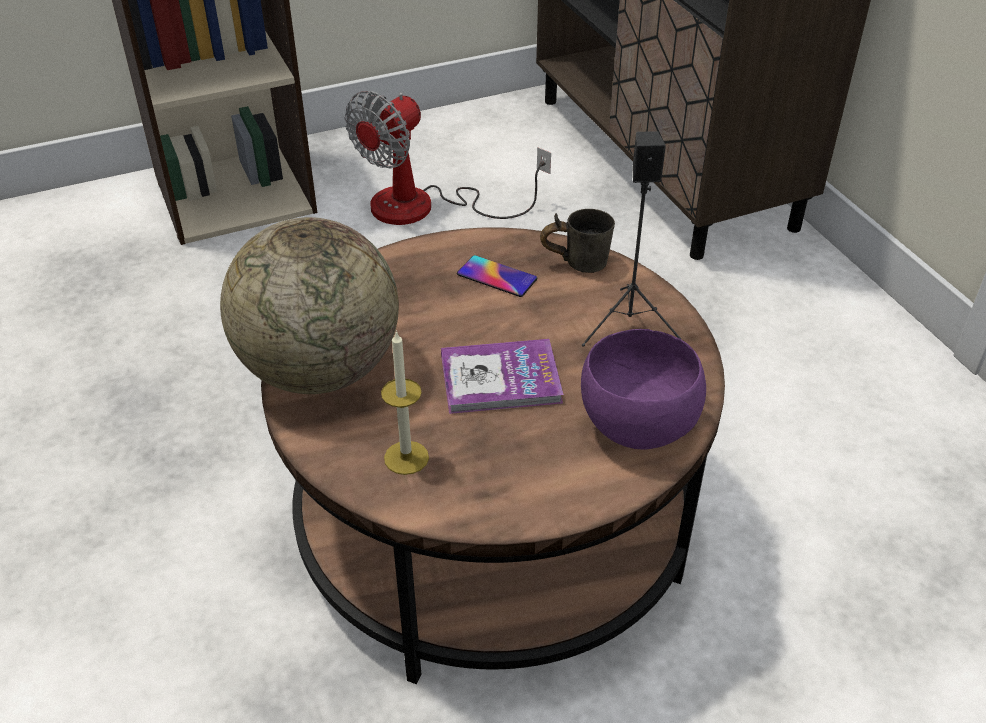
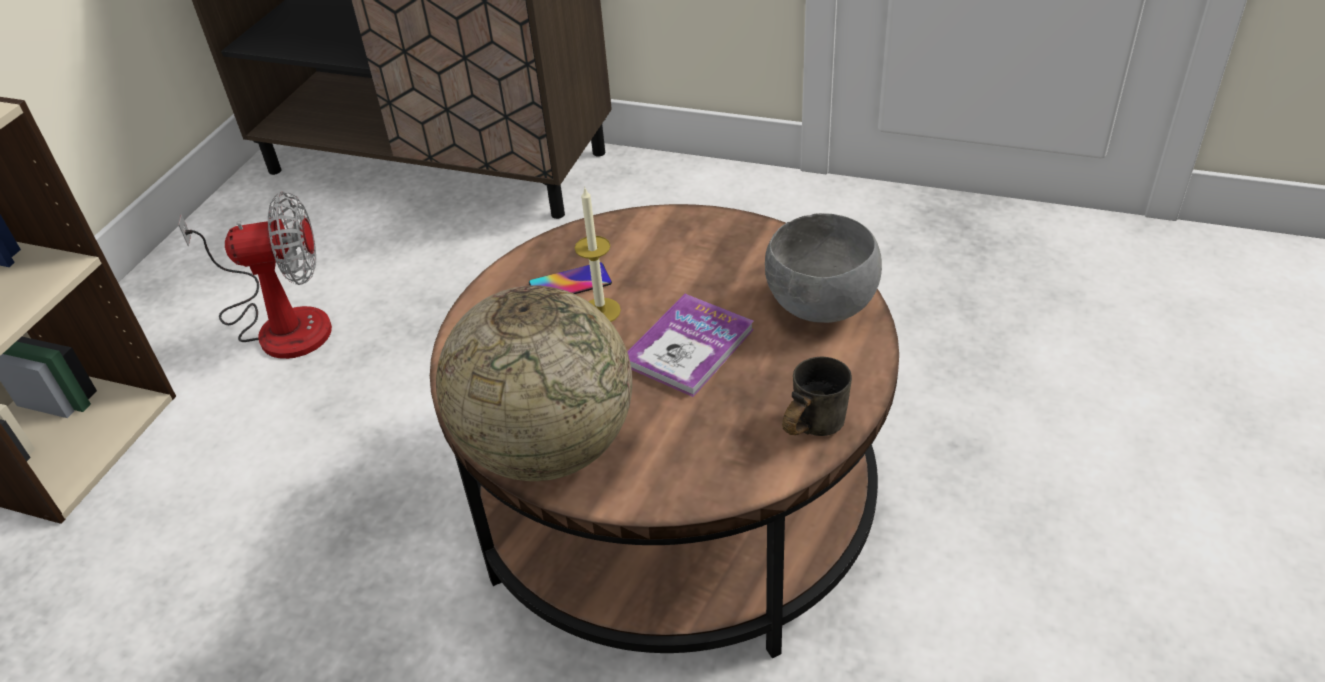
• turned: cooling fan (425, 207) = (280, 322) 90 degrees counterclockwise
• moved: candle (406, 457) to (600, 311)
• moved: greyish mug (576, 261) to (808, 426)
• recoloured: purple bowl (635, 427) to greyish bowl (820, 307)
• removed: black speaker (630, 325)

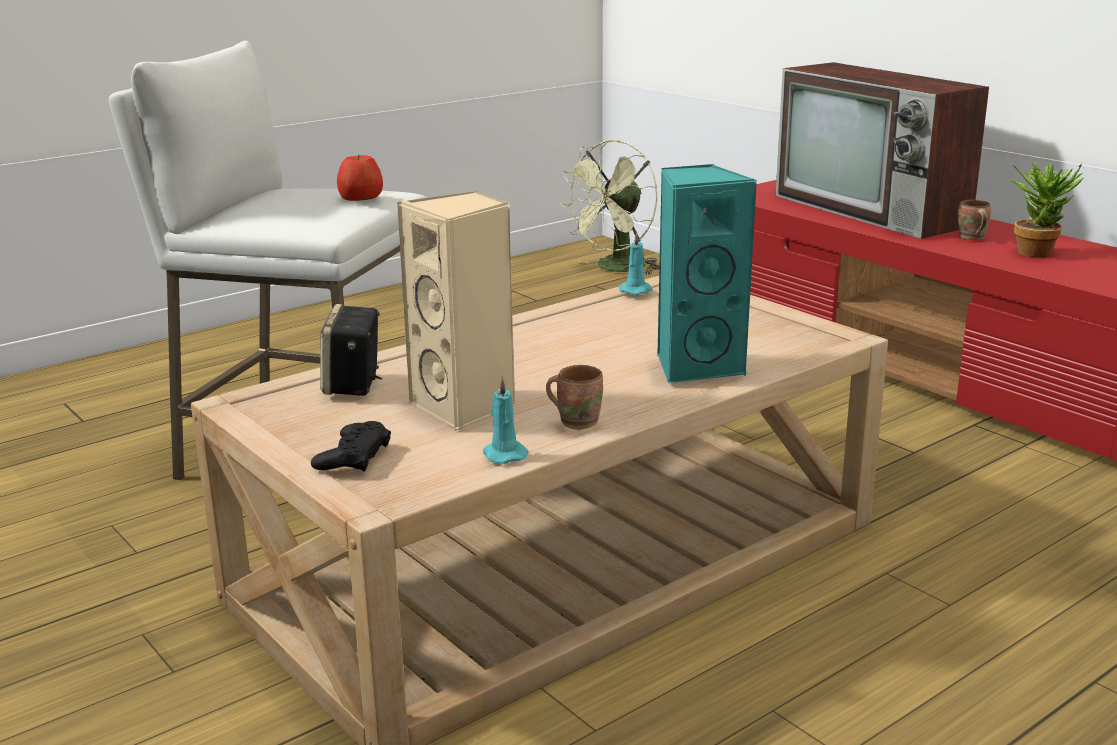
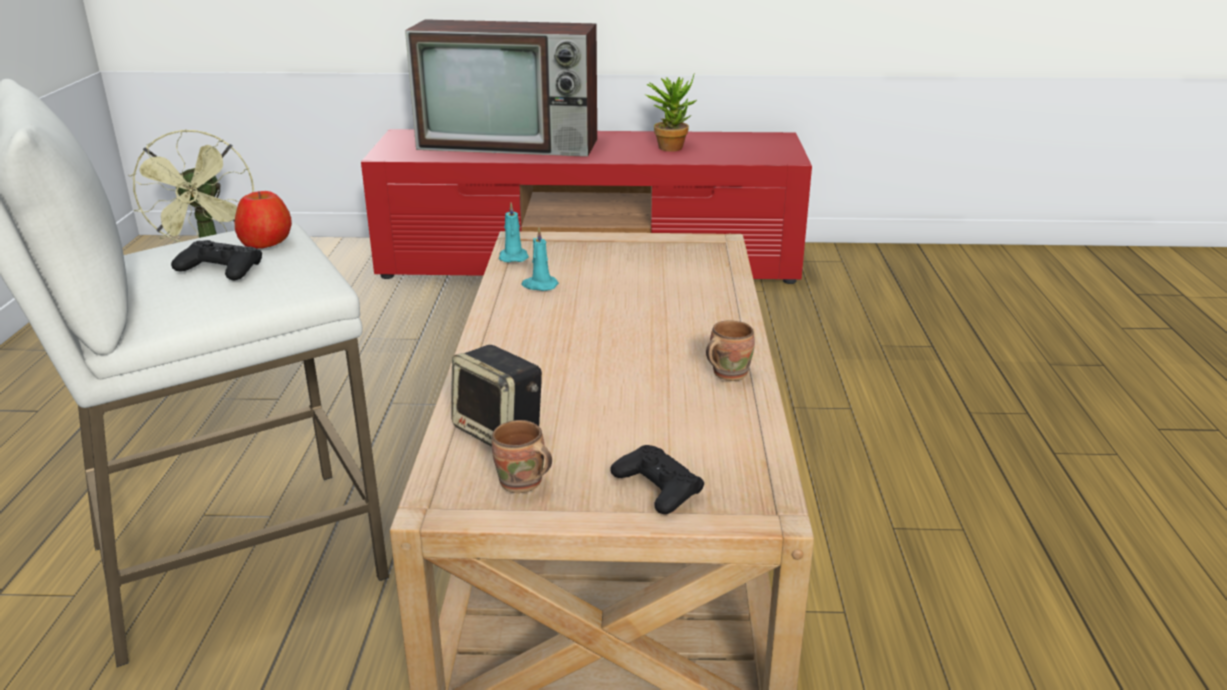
• removed: beige speaker (466, 407)
• moved: blue-green candle (503, 454) to (539, 285)
• removed: blue-green speaker (696, 366)
• moved: brownish mug (971, 238) to (521, 485)
• added: black joypad (220, 269)

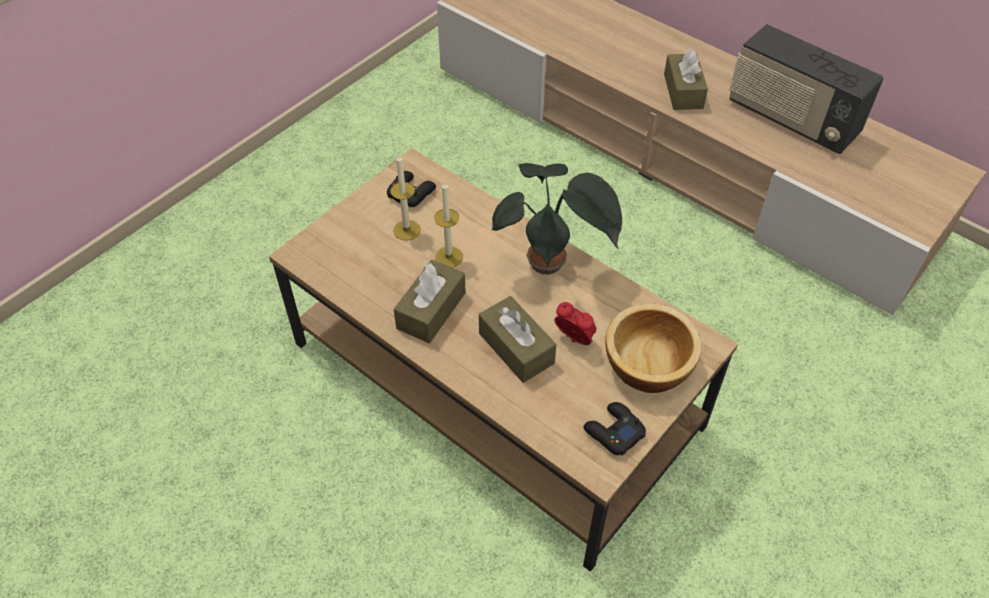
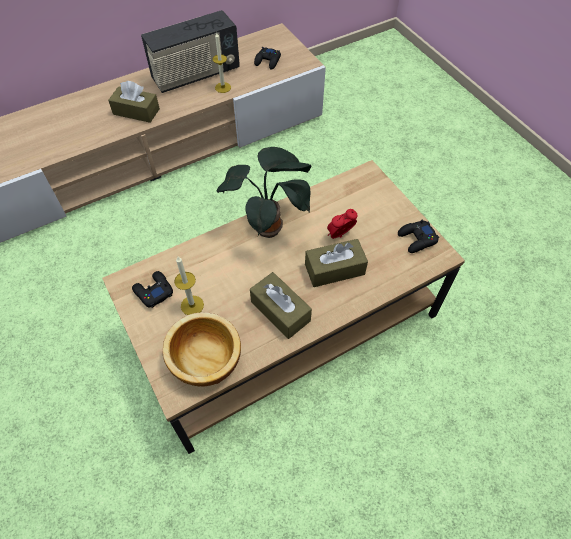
• moved: candle (449, 257) to (223, 87)
• moved: bowl (647, 363) to (204, 360)
• added: black joypad (268, 61)

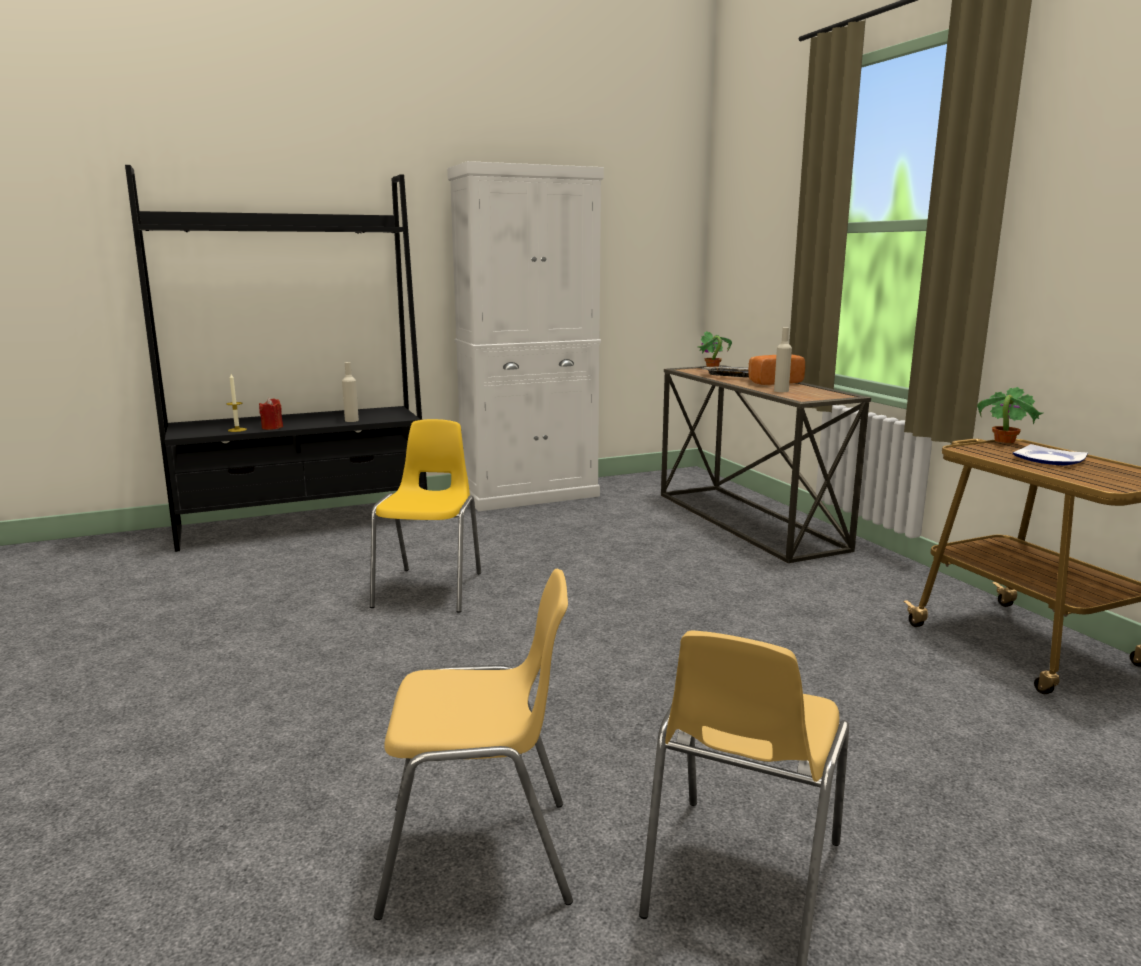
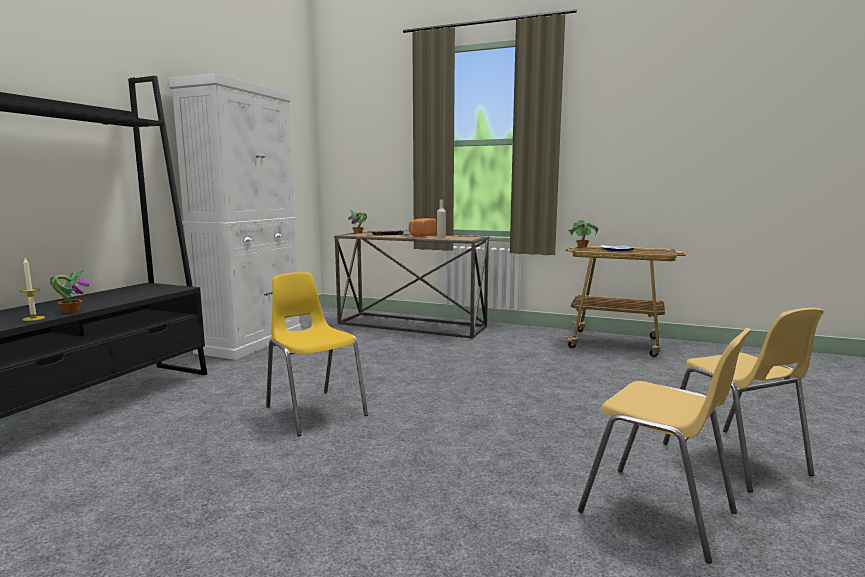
• replaced: reddish candle (272, 427) to plant in a pot (71, 311)
• removed: beige beverage bottle (351, 420)
• turned: yellowish upright chair (480, 856) = (659, 512) 90 degrees clockwise

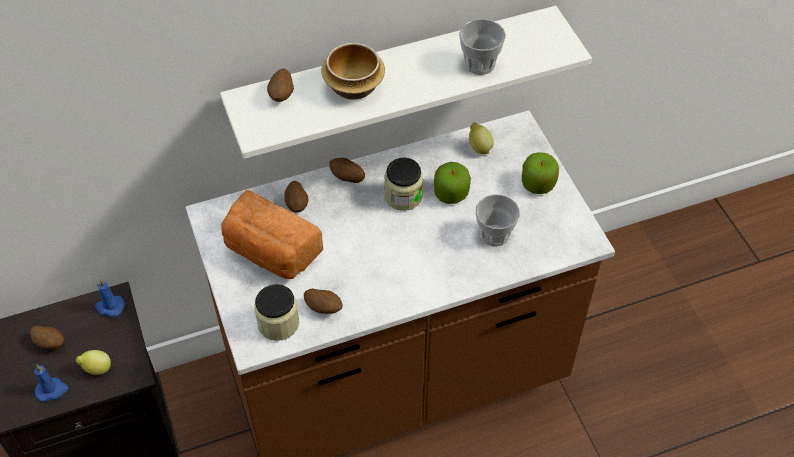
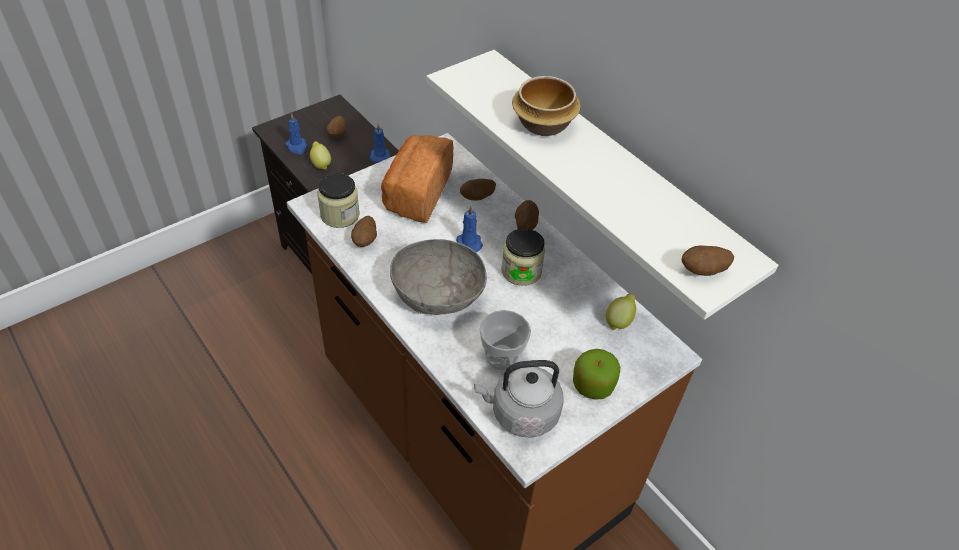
• moved: spud (282, 95) to (703, 272)
• removed: apple fruit (451, 193)
• removed: drinking cup (479, 64)
• added: greyish bowl (438, 294)
• added: bluish candle (468, 242)
• added: greyish tea kettle (521, 414)

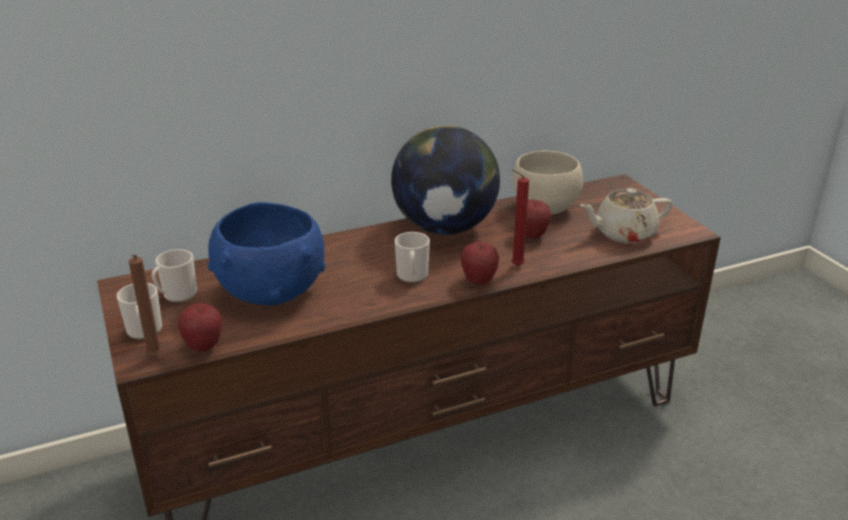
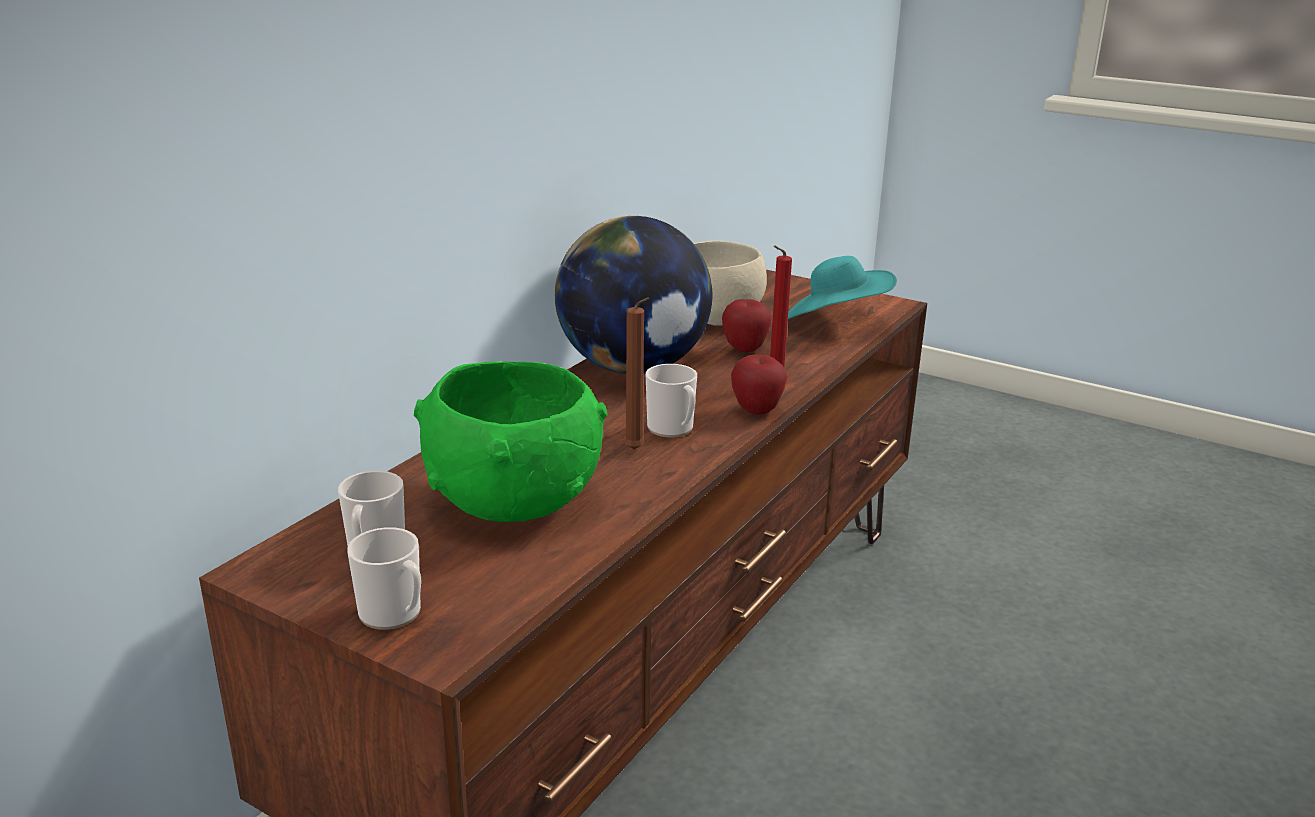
• moved: brownish candle (154, 358) to (636, 451)
• removed: apple fruit (204, 346)
• recoloured: bluish bowl (272, 291) to green bowl (516, 501)
• replaced: beige teapot (623, 233) to blue-green clothing hat (835, 322)

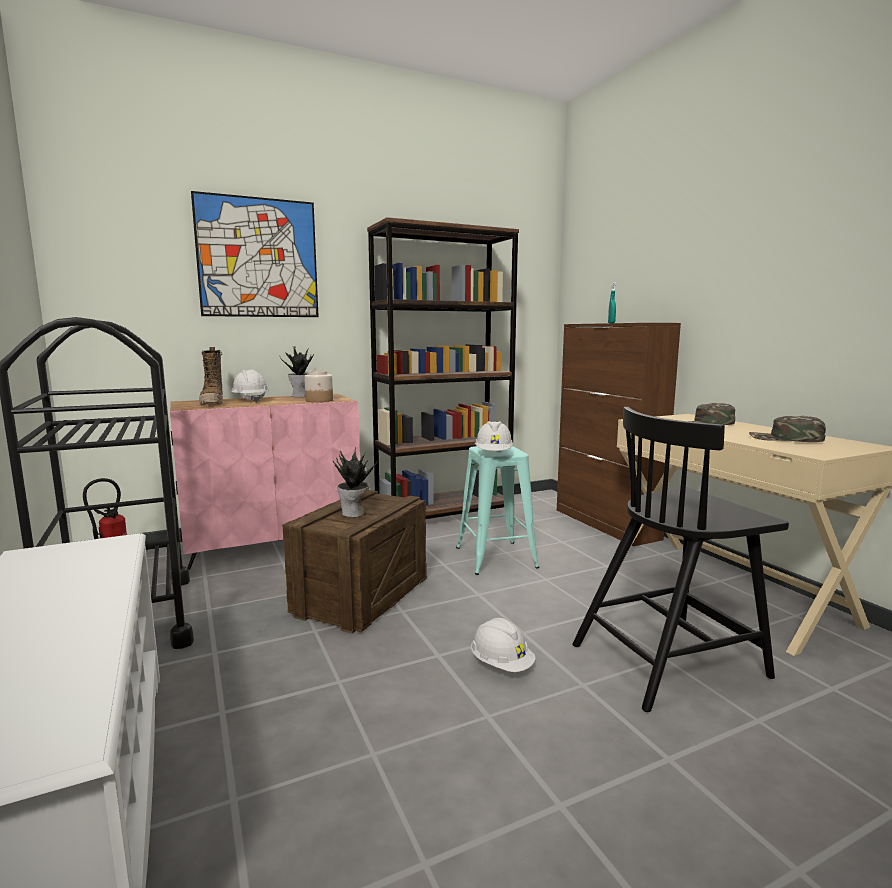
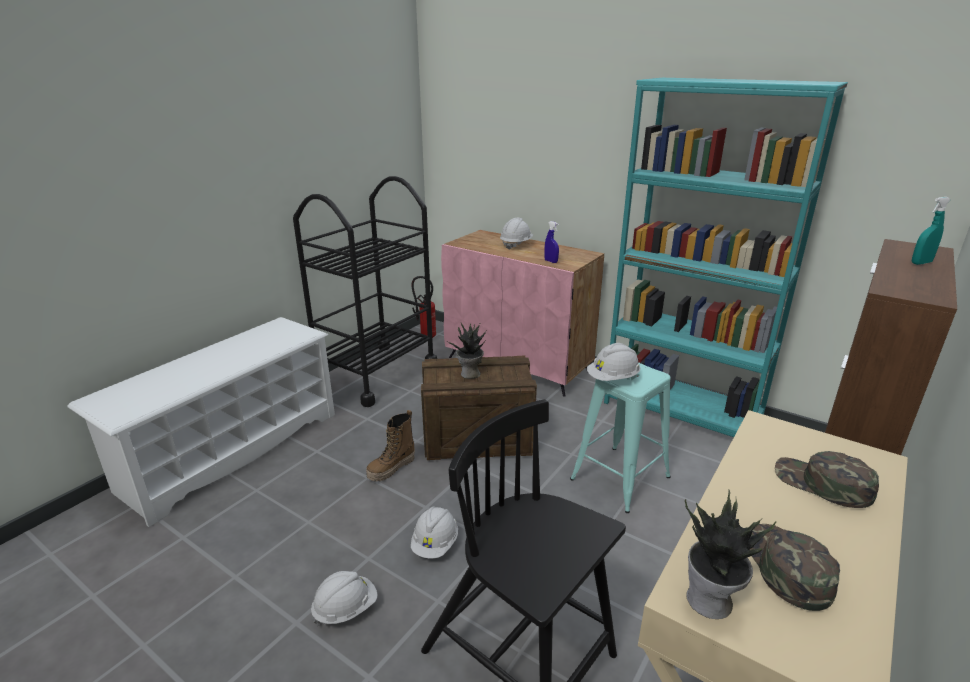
• removed: wall art (258, 258)
• moved: boot (213, 403) to (391, 468)
• moved: plant in a pot (301, 396) to (710, 602)
• replaced: jar (319, 400) to bluish spray bottle (551, 261)
• recoloured: brownish shelving unit (444, 514) to blue-green shelving unit (681, 411)
• added: whitish safety helmet (345, 609)

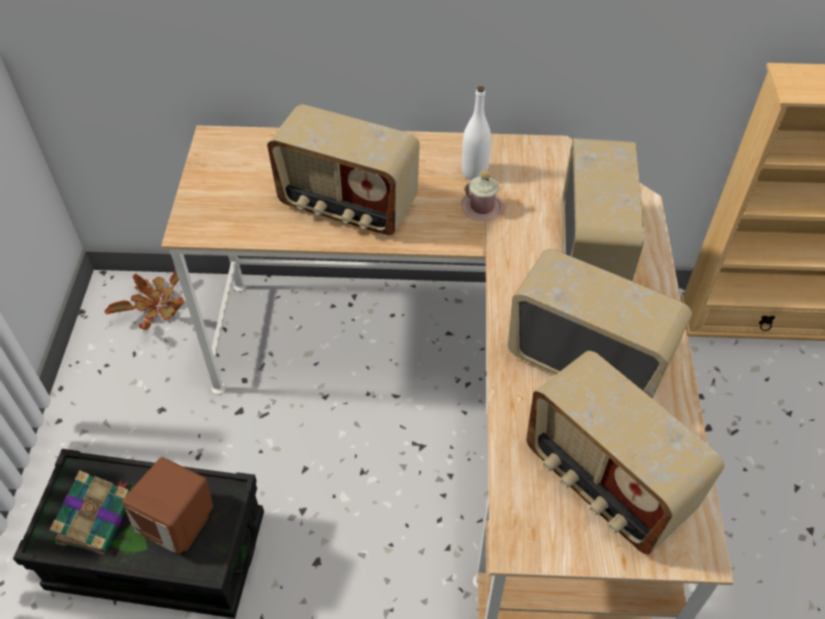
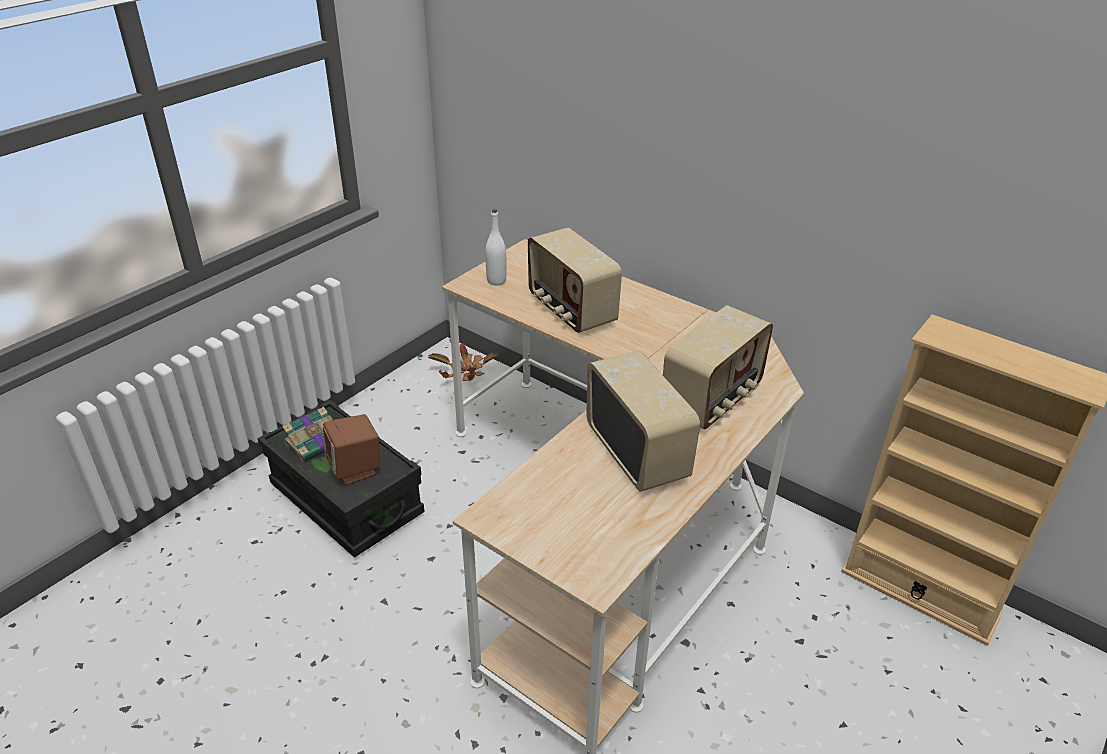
• removed: pink mug (482, 207)
• moved: whitish beverage bottle (474, 172) to (496, 281)
• removed: radio receiver (605, 482)

